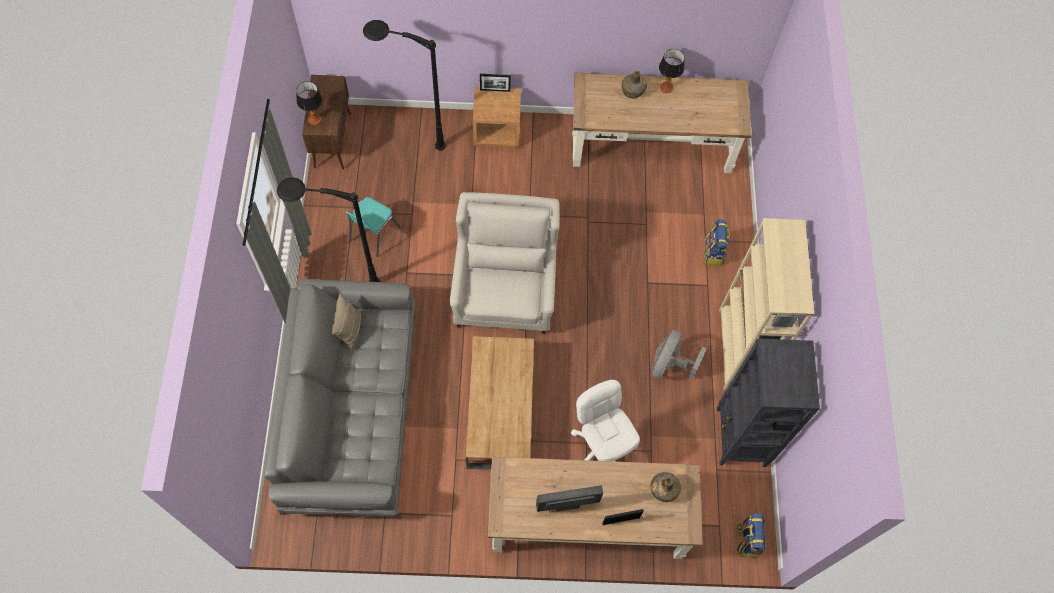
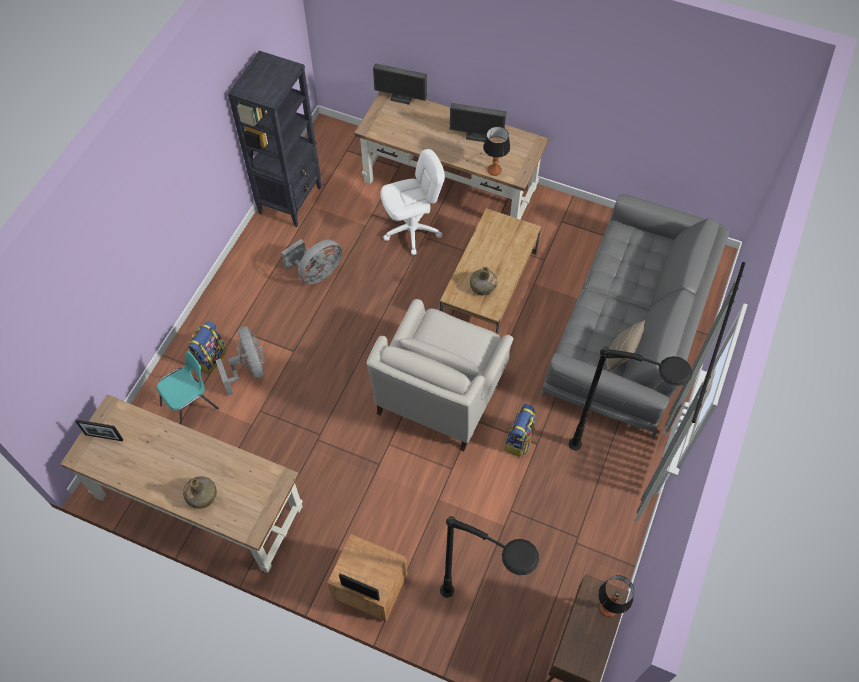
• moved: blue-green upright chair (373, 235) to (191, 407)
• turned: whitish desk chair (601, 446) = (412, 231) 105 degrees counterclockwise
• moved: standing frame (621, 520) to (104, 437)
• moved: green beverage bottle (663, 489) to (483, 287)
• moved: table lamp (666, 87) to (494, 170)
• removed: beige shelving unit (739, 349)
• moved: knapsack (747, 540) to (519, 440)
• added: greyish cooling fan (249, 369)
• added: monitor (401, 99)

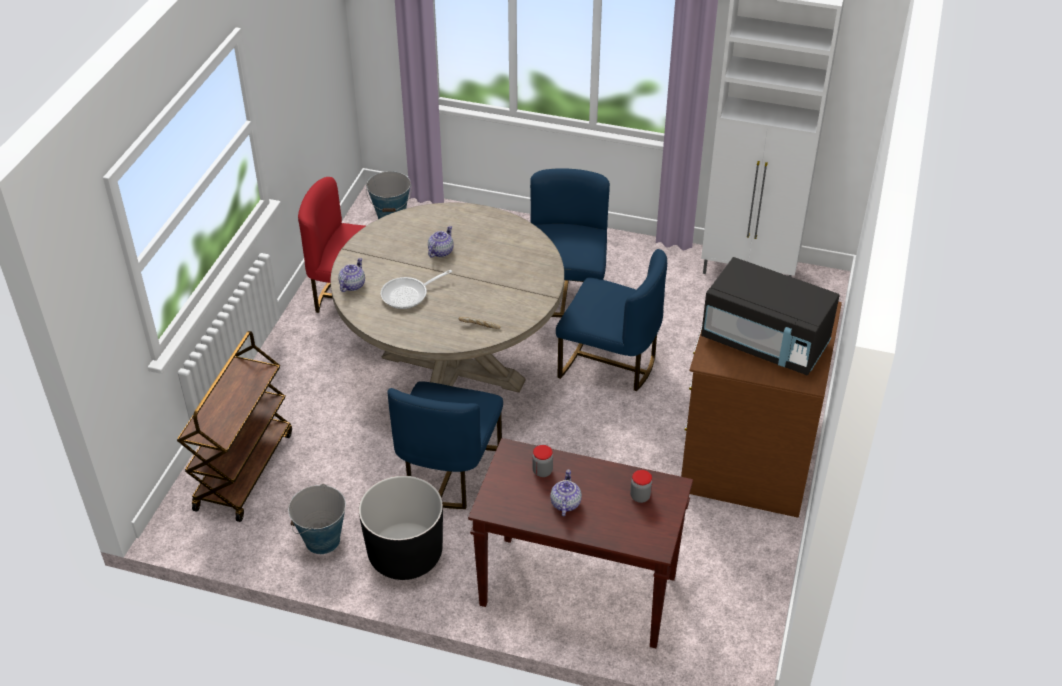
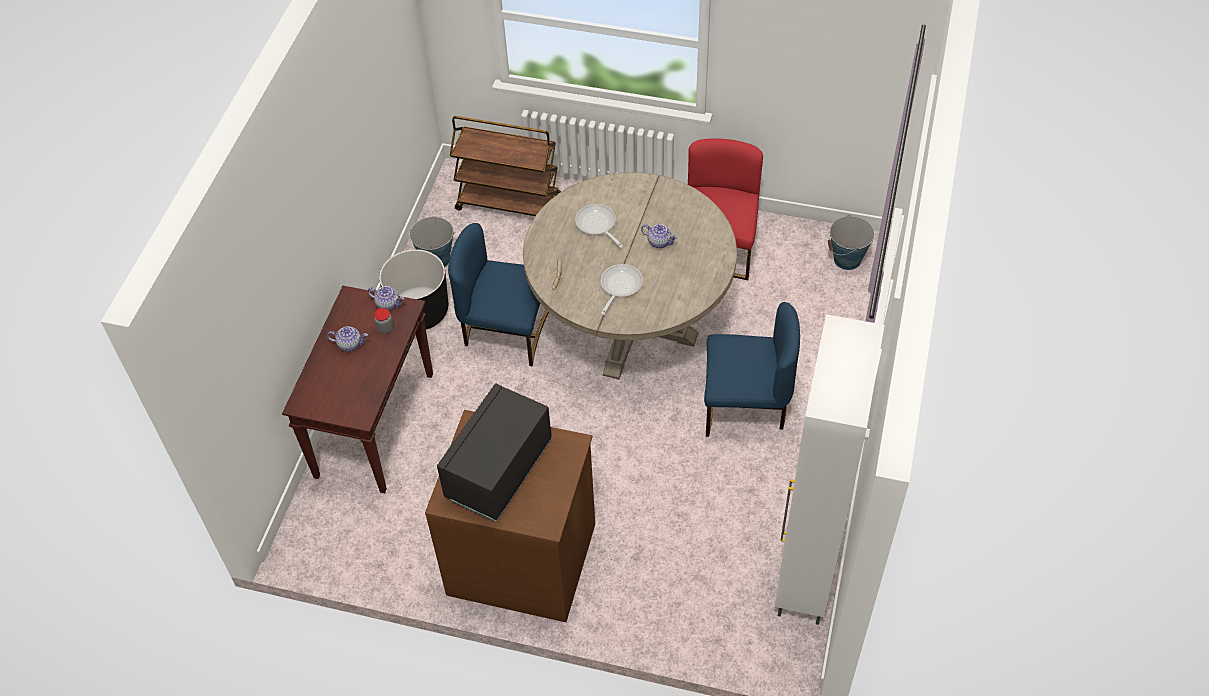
• moved: teapot (352, 285) to (388, 304)
• removed: bluish upright chair (609, 363)
• removed: jar (640, 496)
• added: skillet (619, 286)

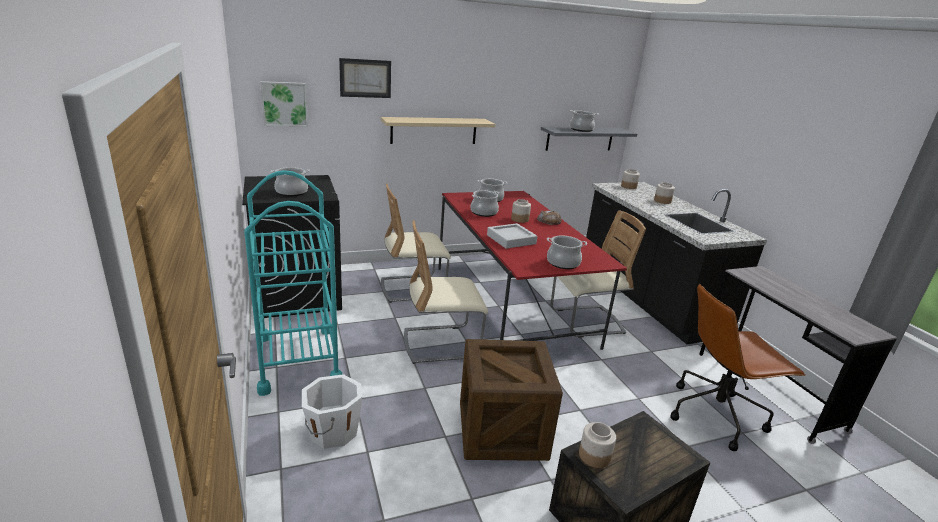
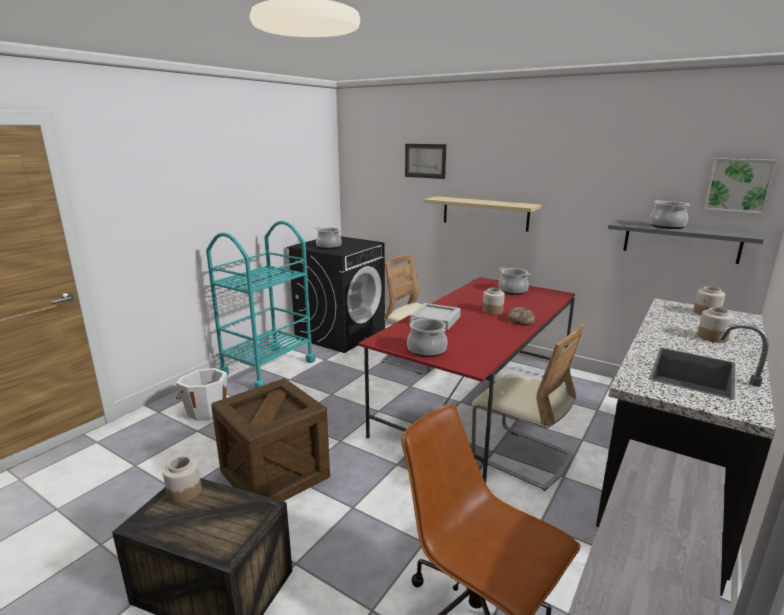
• moved: wall art (284, 104) to (738, 185)
• removed: beige upright chair (441, 344)
• removed: stockpot (484, 212)

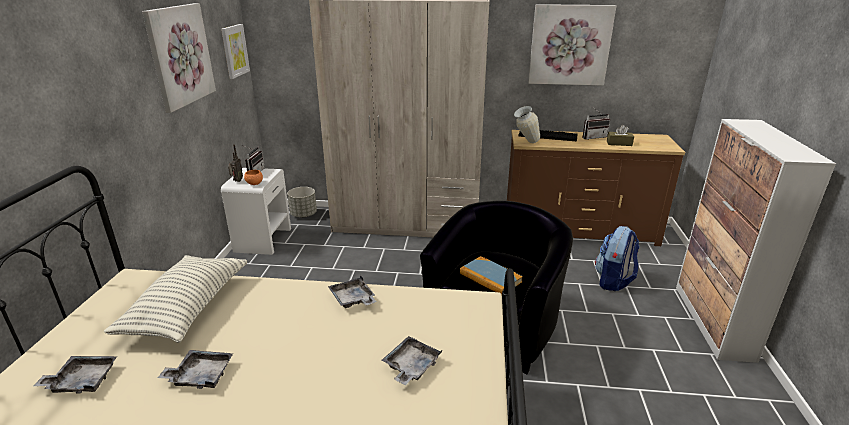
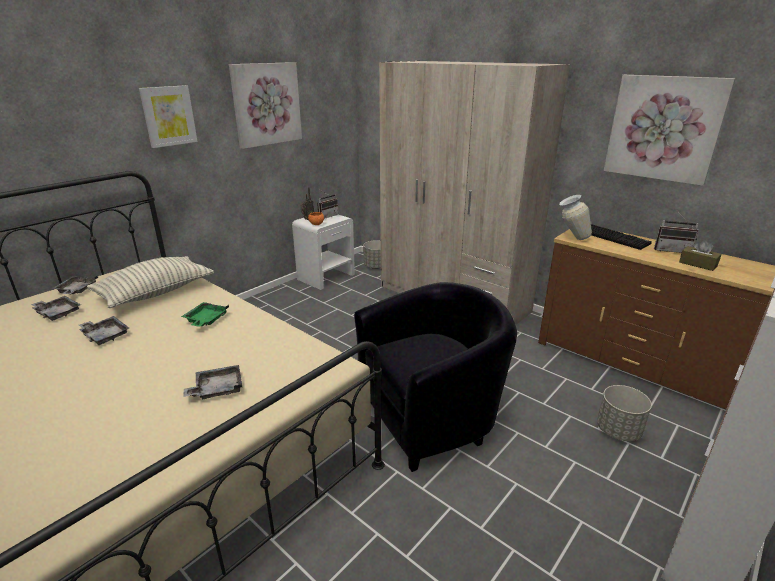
• moved: wall art (234, 51) to (168, 116)
• moved: greyish carrying tray (353, 299) to (76, 290)
• removed: book (490, 278)
• replaced: knapsack (613, 281) to greyish plant pot (618, 431)
• added: green carrying tray (206, 320)

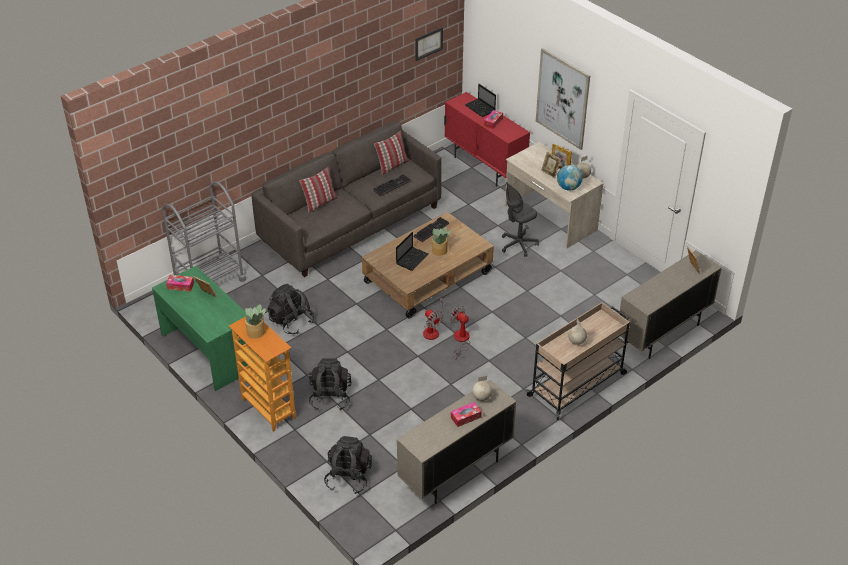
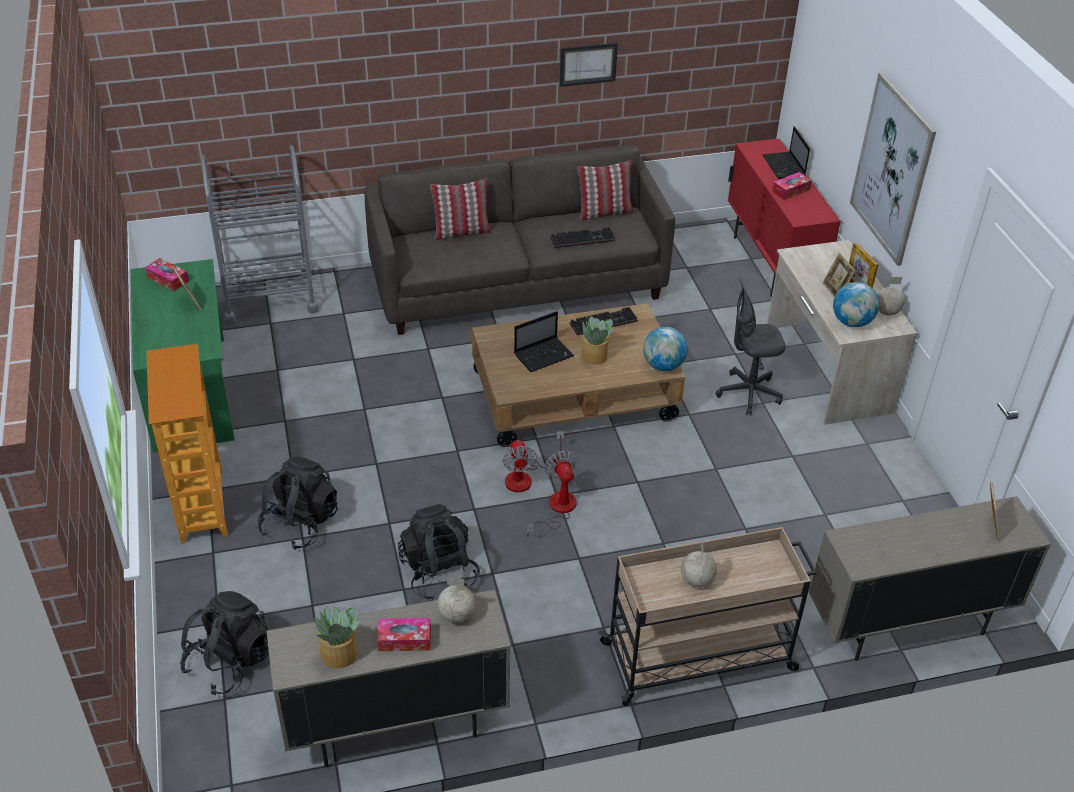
• moved: plant in a pot (256, 332) to (340, 655)
• moved: black knapsack (291, 322) to (439, 572)
• moved: wall art (428, 43) to (588, 64)
• added: world globe (663, 366)

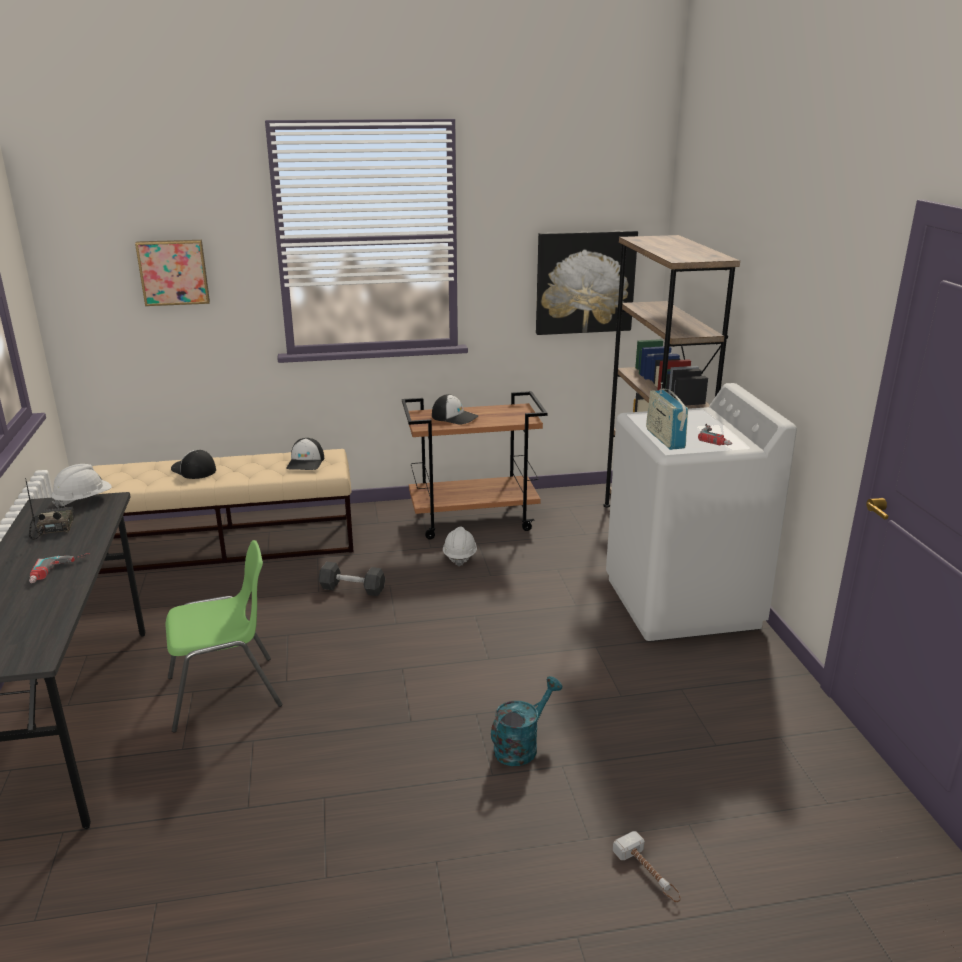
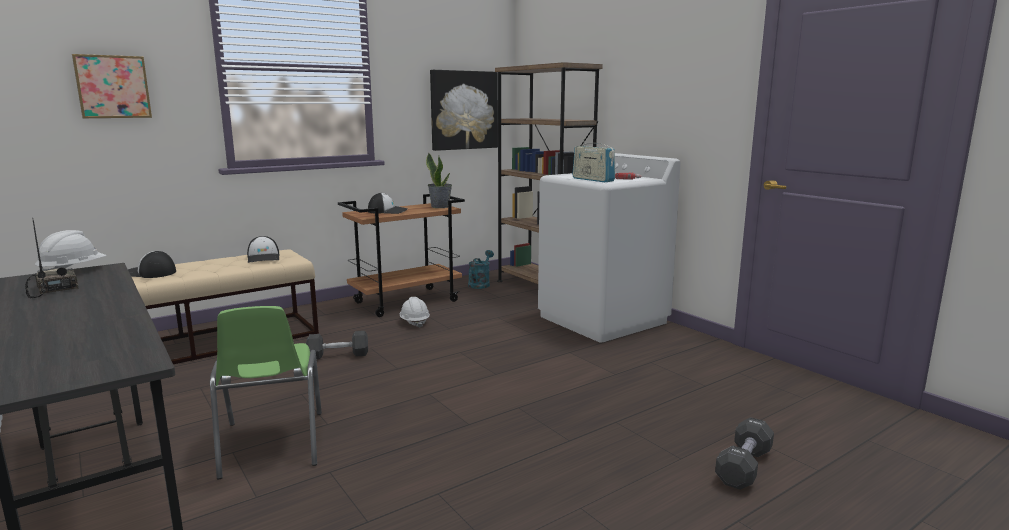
• removed: drill (60, 571)
• turned: green upright chair (226, 692) = (271, 445) 120 degrees clockwise
• moved: blue-green watering can (521, 745) to (480, 284)
• replaced: hammer (649, 874) to black dumbbell (743, 467)
• added: plant in a pot (440, 206)

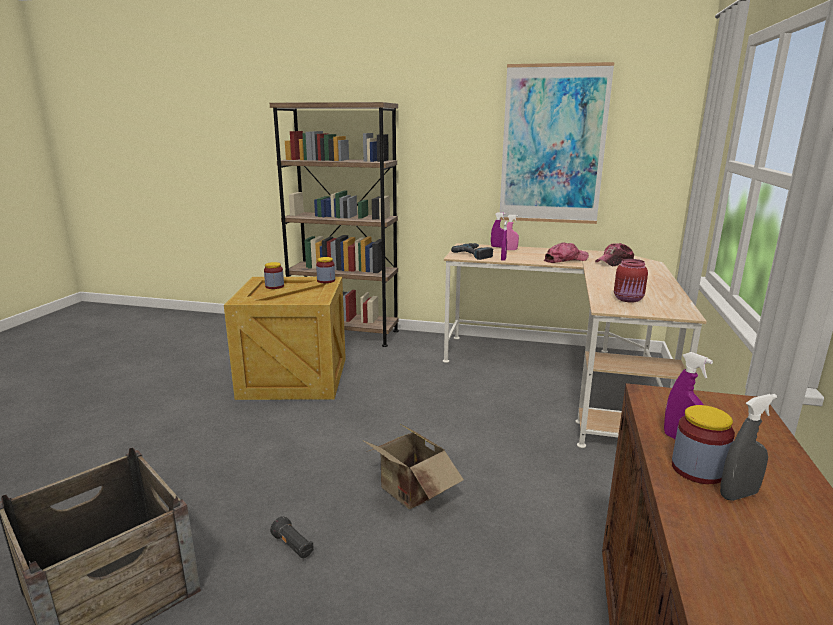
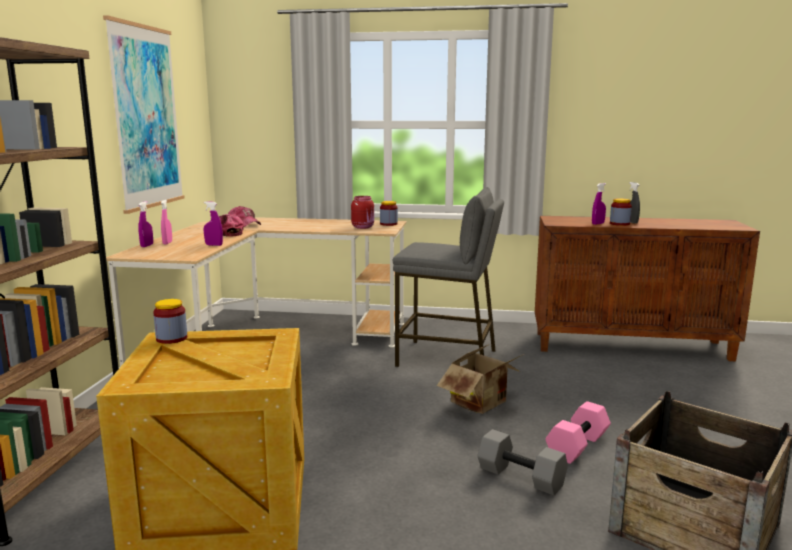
• moved: jar (274, 286) to (388, 224)
• replaced: black flashlight (293, 546) to pink dumbbell (576, 445)
• removed: drill (475, 254)
• added: greyish stool seat (447, 358)
• added: greyish dumbbell (519, 477)

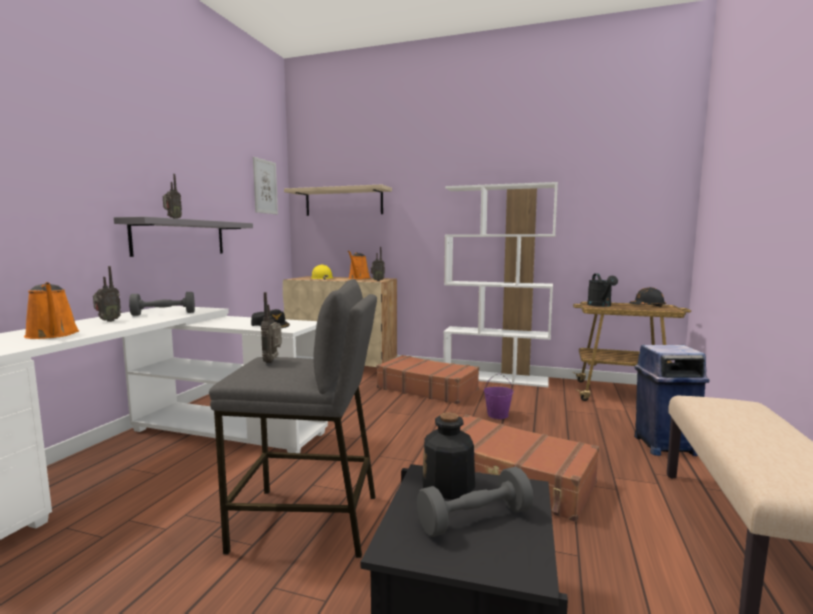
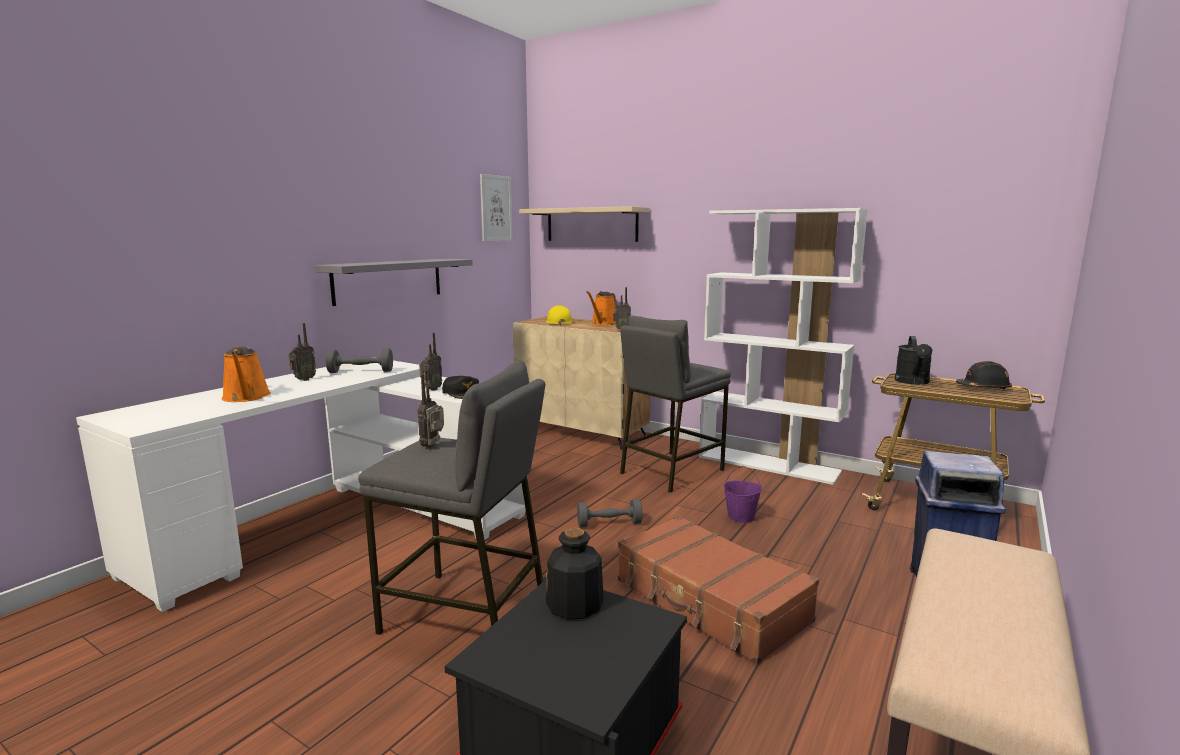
• moved: radio receiver (172, 219) to (431, 390)
• replaced: brownish travel case (427, 389) to greyish stool seat (670, 471)
• moved: greyish dumbbell (475, 519) to (609, 524)

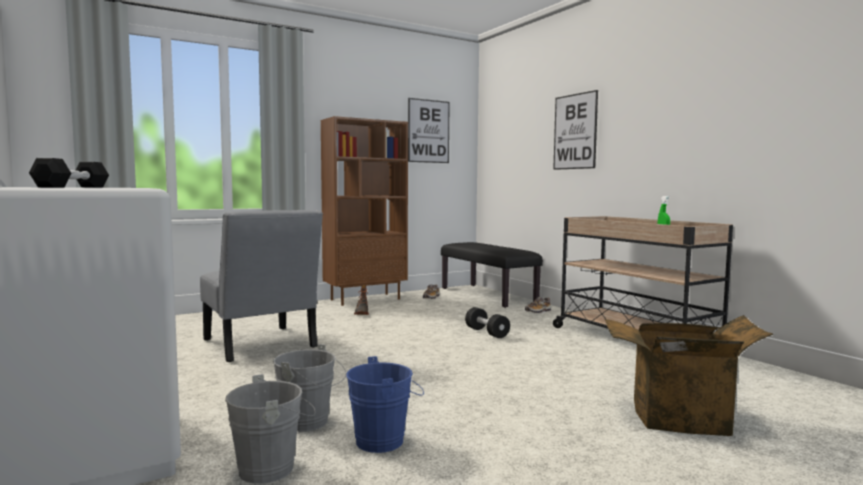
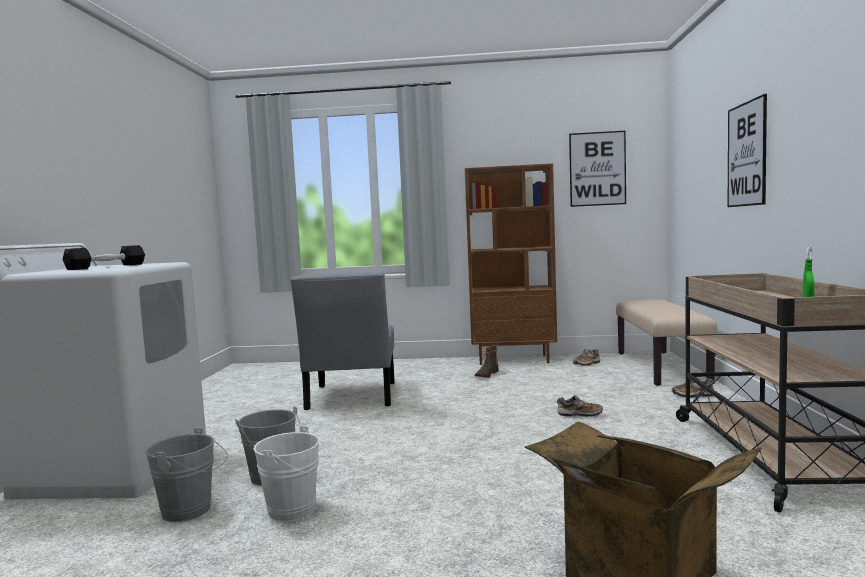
• recoloured: bluish water bucket (385, 440) to whitish water bucket (296, 510)
• recoloured: black bench (488, 295) to beige bench (661, 367)
• replaced: black dumbbell (486, 333) to low shoe (579, 415)

